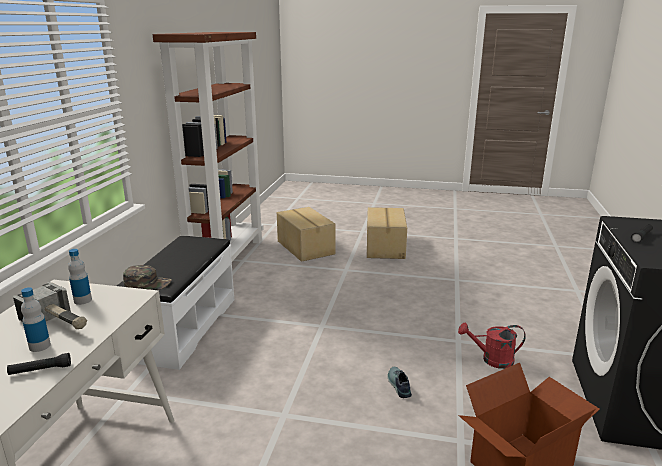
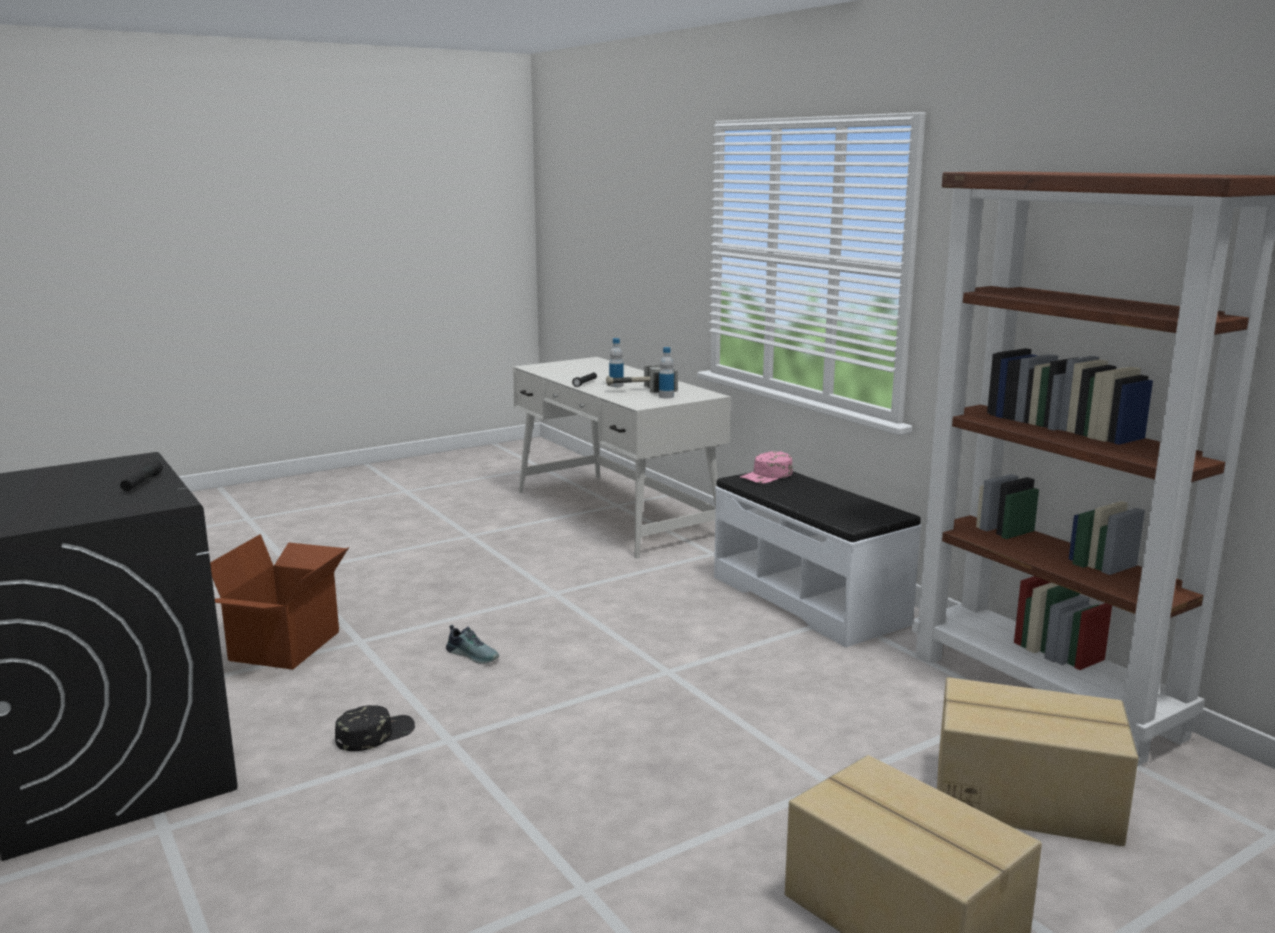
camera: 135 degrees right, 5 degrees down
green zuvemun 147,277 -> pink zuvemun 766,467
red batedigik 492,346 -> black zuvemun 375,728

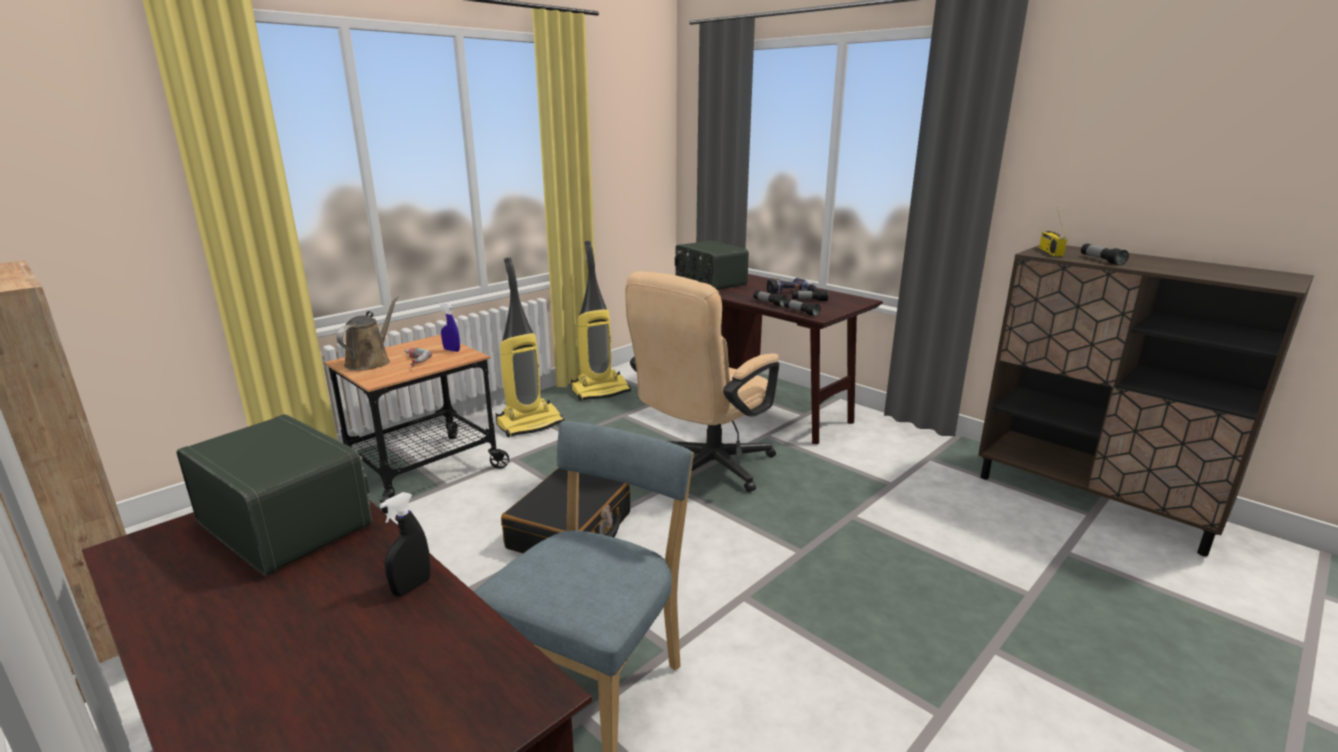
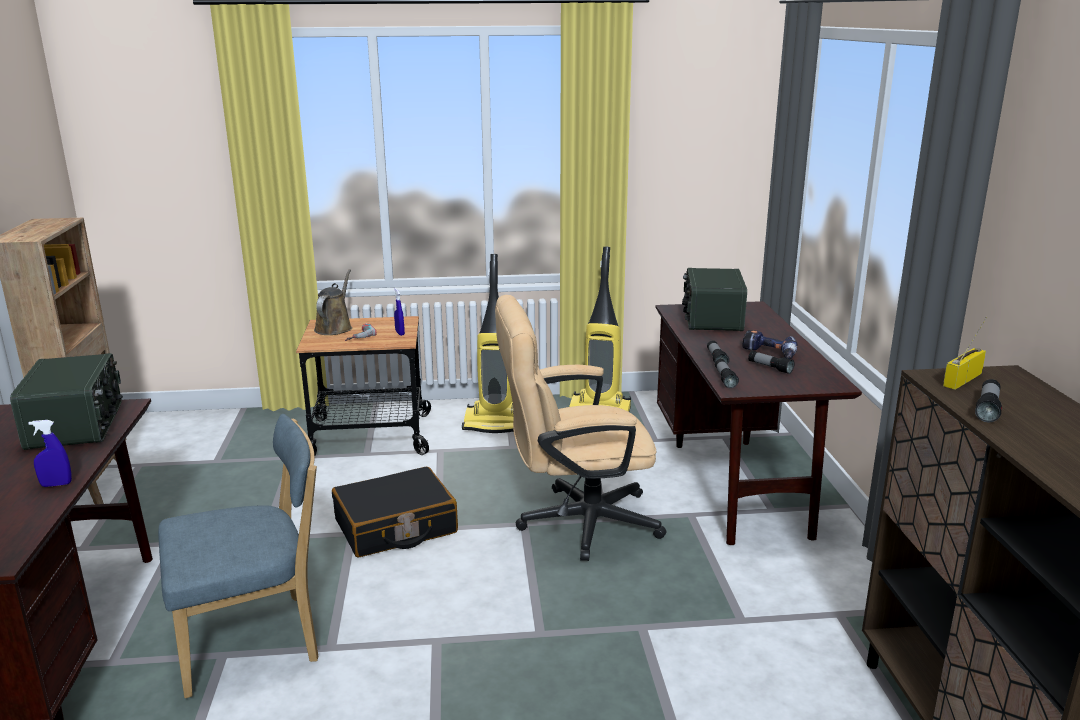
camera: 40 degrees right, 0 degrees up
brown batedigik 367,333 -> brown batedigik 333,302, 45 degrees counterclockwise
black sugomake 405,544 -> blue sugomake 50,453

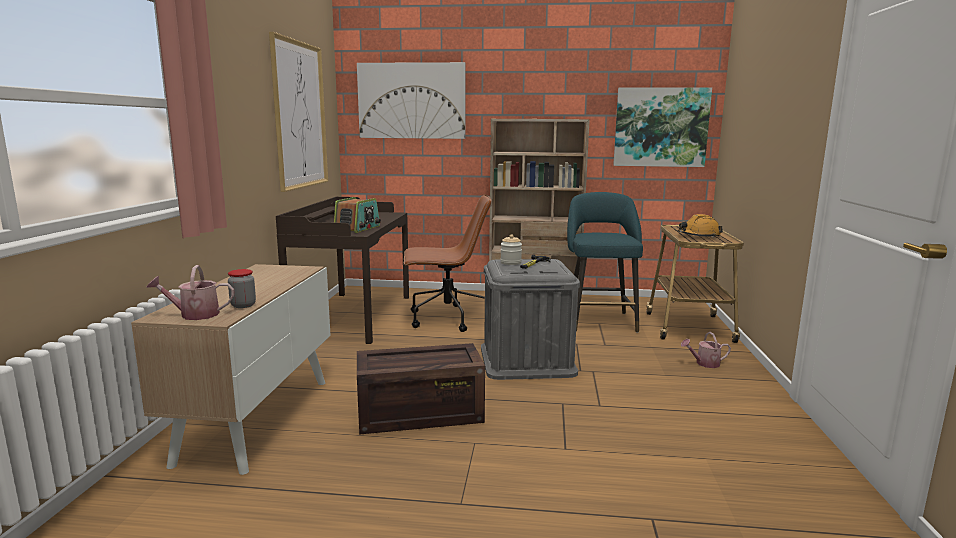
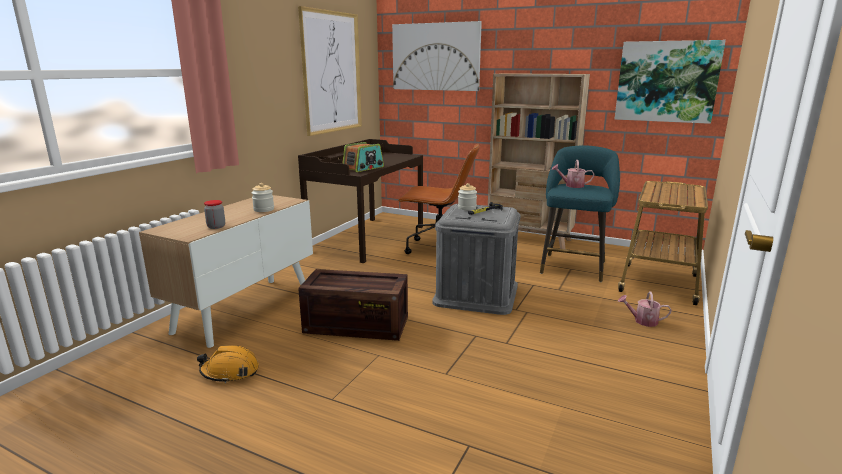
camera: 20 degrees right, 5 degrees up
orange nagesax 700,226 -> orange nagesax 228,364, relocated
batedigik 190,292 -> batedigik 573,174, relocated
none -> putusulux 263,197

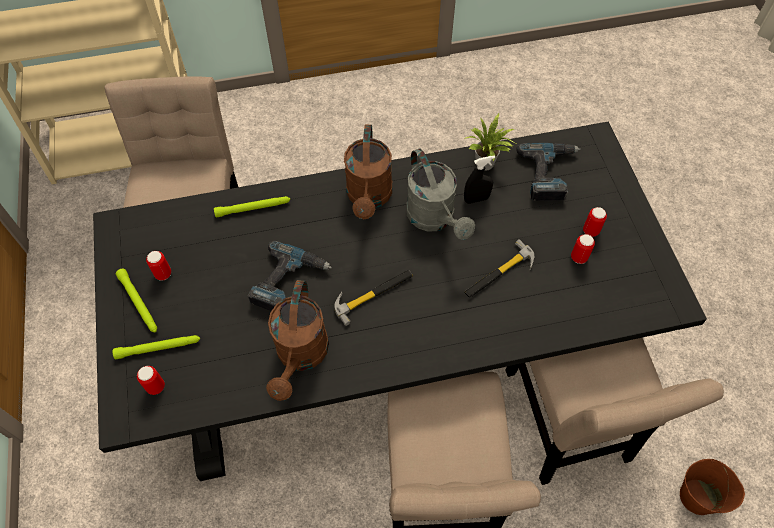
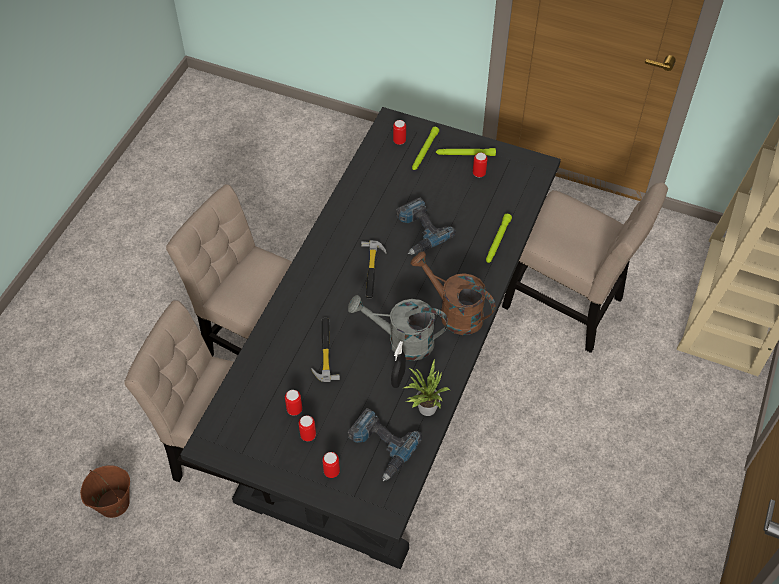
camera: 125 degrees right, 5 degrees down
brown batedigik 297,340 -> none
none -> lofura 331,465

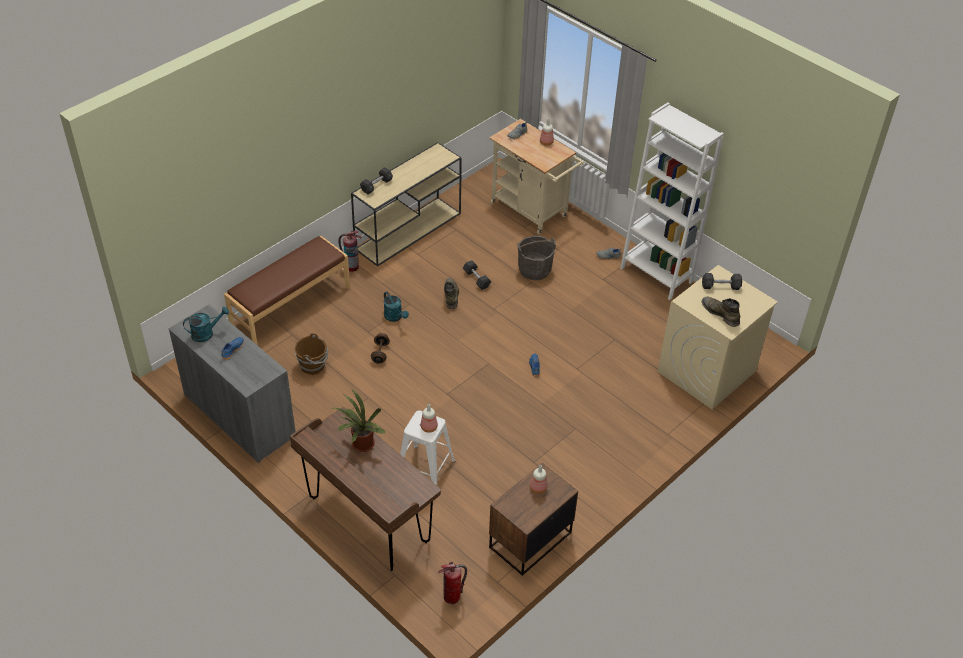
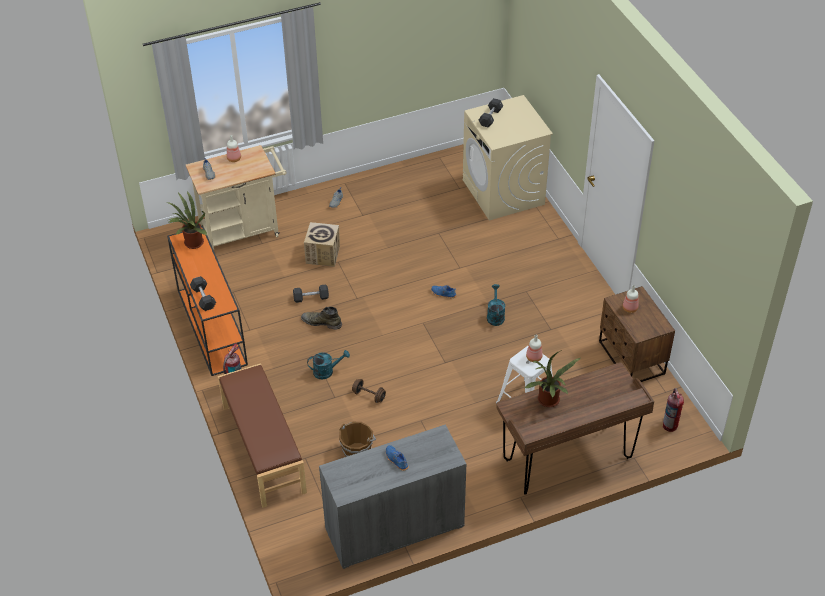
camera: 65 degrees left, 0 degrees up
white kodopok 672,201 -> none
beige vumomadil 406,204 -> orange vumomadil 207,301
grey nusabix 536,258 -> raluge 322,244
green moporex 721,312 -> none
turquoise batedigik 206,324 -> turquoise batedigik 496,305, relocated
none -> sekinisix 187,220

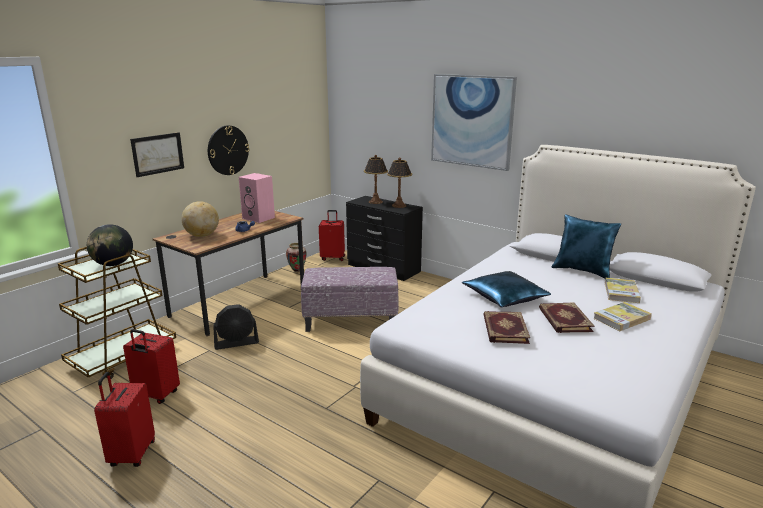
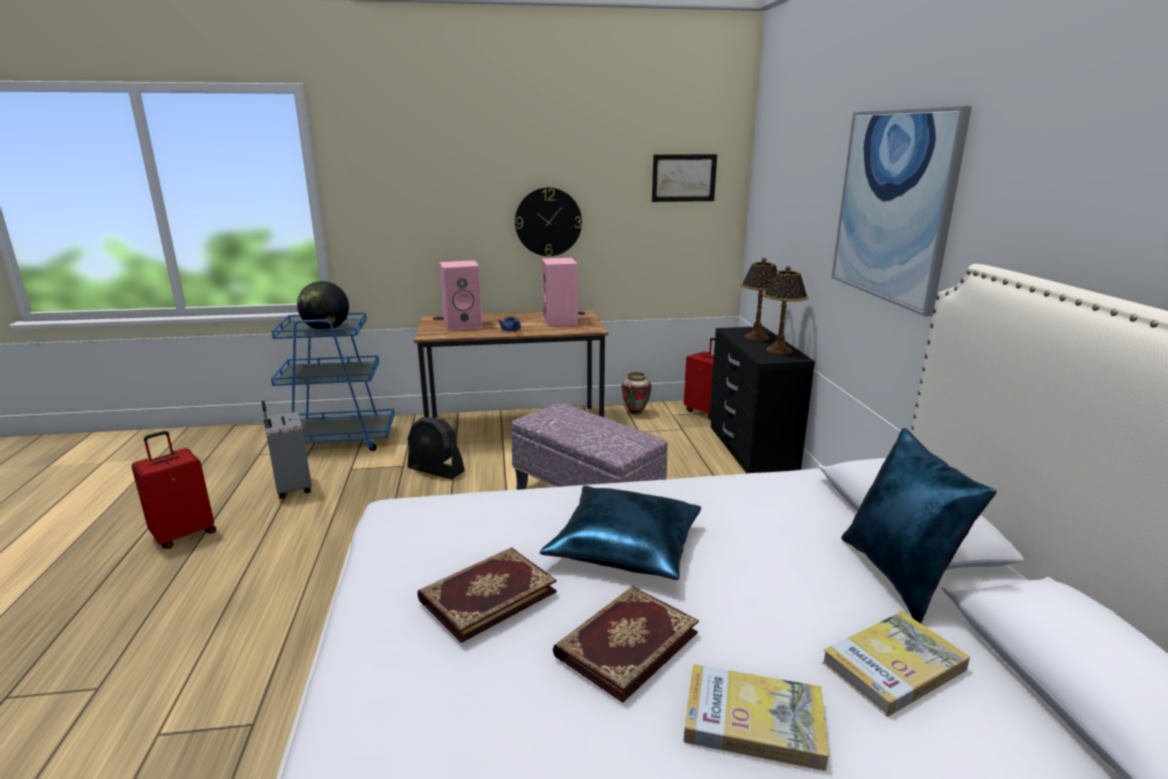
camera: 45 degrees right, 0 degrees up
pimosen 157,154 -> pimosen 684,178, relocated
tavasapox 200,219 -> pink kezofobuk 461,295
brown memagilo 117,313 -> blue memagilo 332,381
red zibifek 151,366 -> grey zibifek 286,450

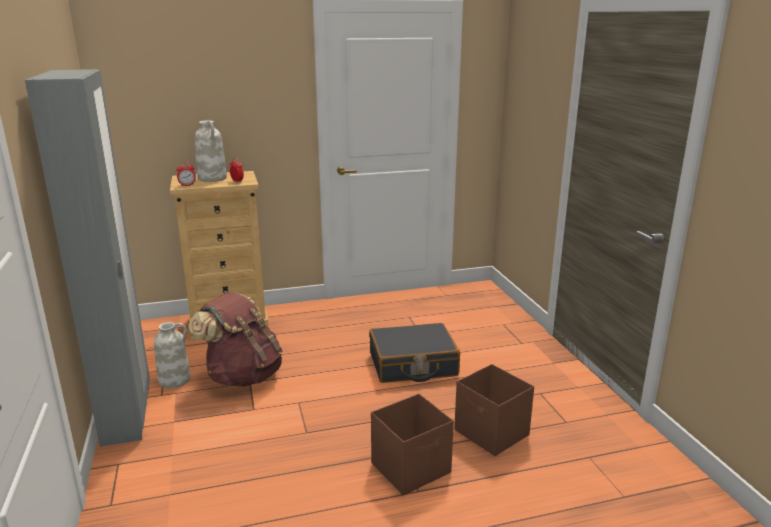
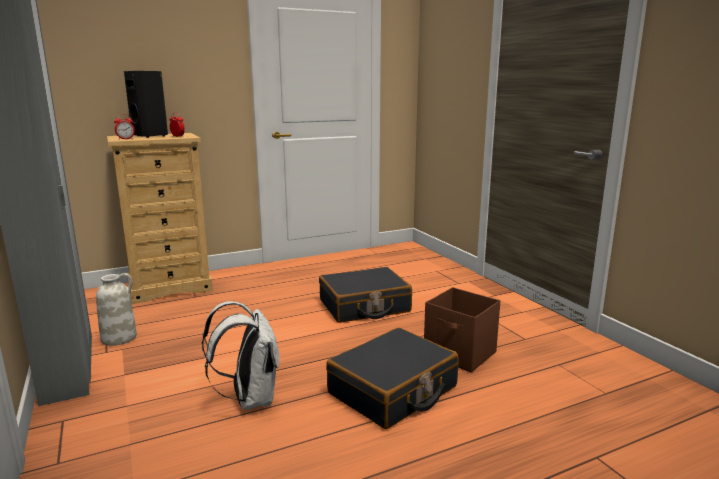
camera: 10 degrees left, 5 degrees down
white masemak 211,151 -> black kezofobuk 146,104
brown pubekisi 235,339 -> none
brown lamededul 412,444 -> black zibifek 392,378
none -> white pubekisi 241,355

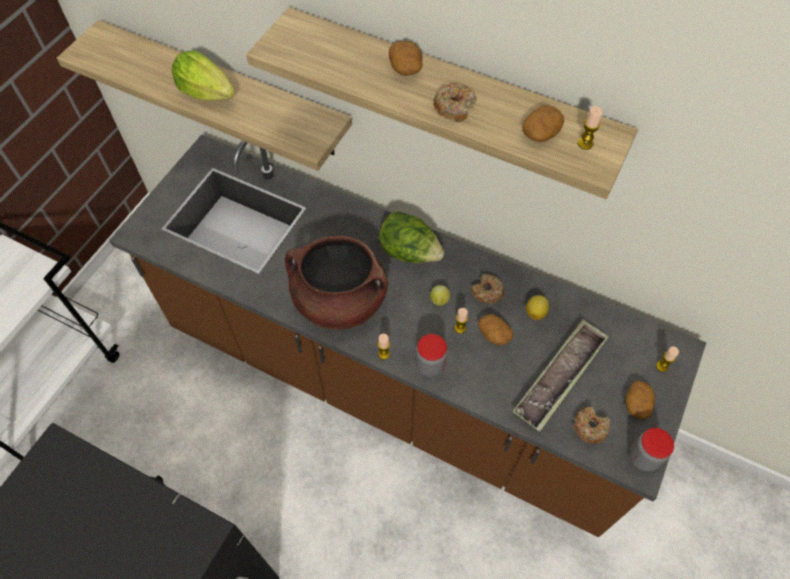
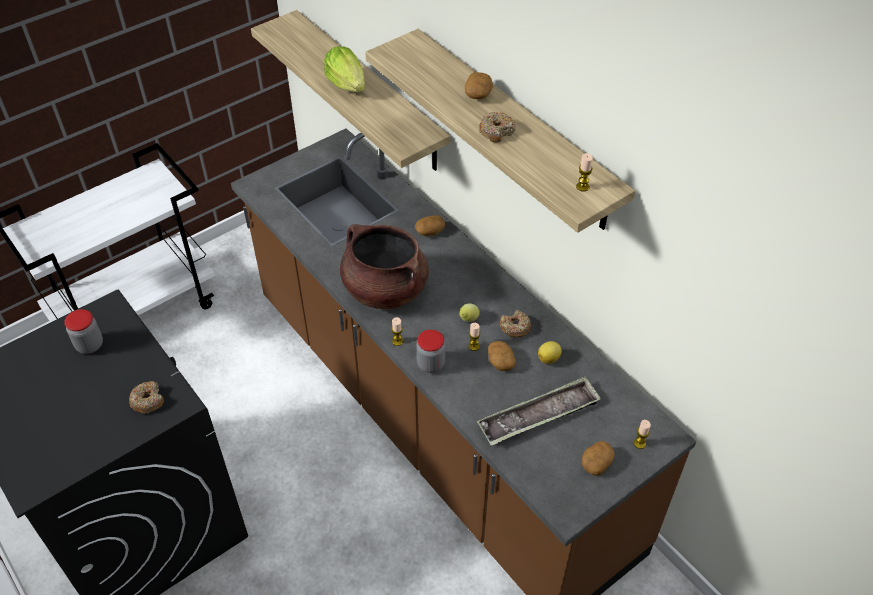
camera: 25 degrees right, 10 degrees down
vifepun 543,123 -> vifepun 430,225, relocated
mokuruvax 412,237 -> none
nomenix 592,425 -> nomenix 146,397, relocated
putusulux 651,449 -> putusulux 83,331, relocated

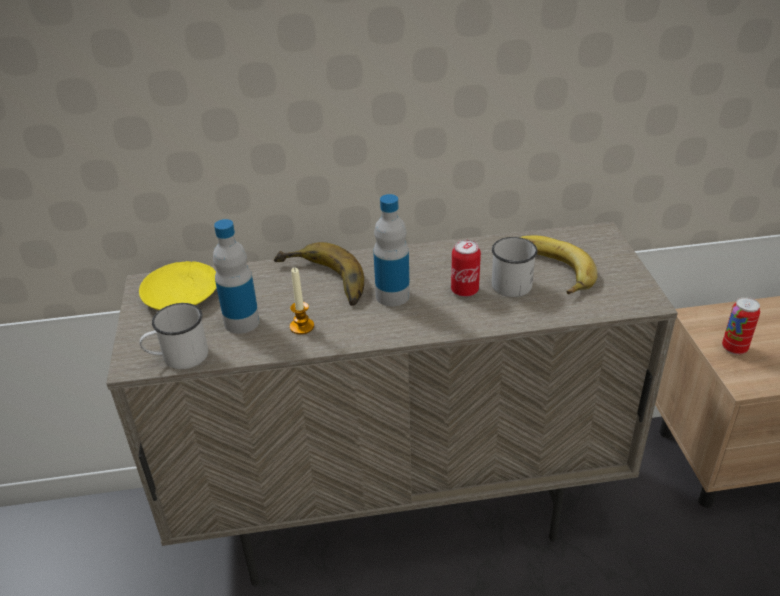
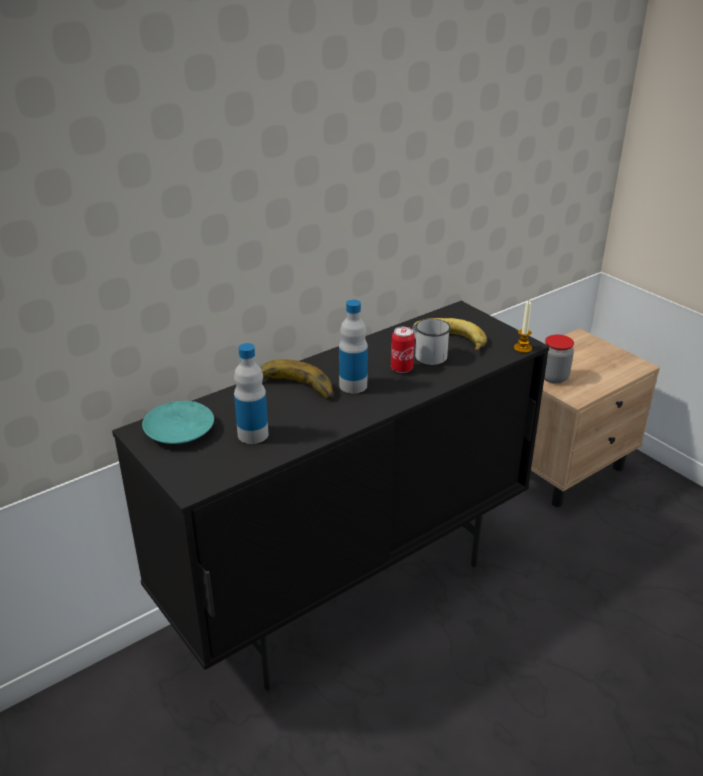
camera: 30 degrees left, 5 degrees down
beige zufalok 392,404 -> black zufalok 330,496
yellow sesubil 178,285 -> turquoise sesubil 178,422
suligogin 302,301 -> suligogin 523,327, relocated
lofura 741,326 -> putusulux 559,359
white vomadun 173,336 -> none

